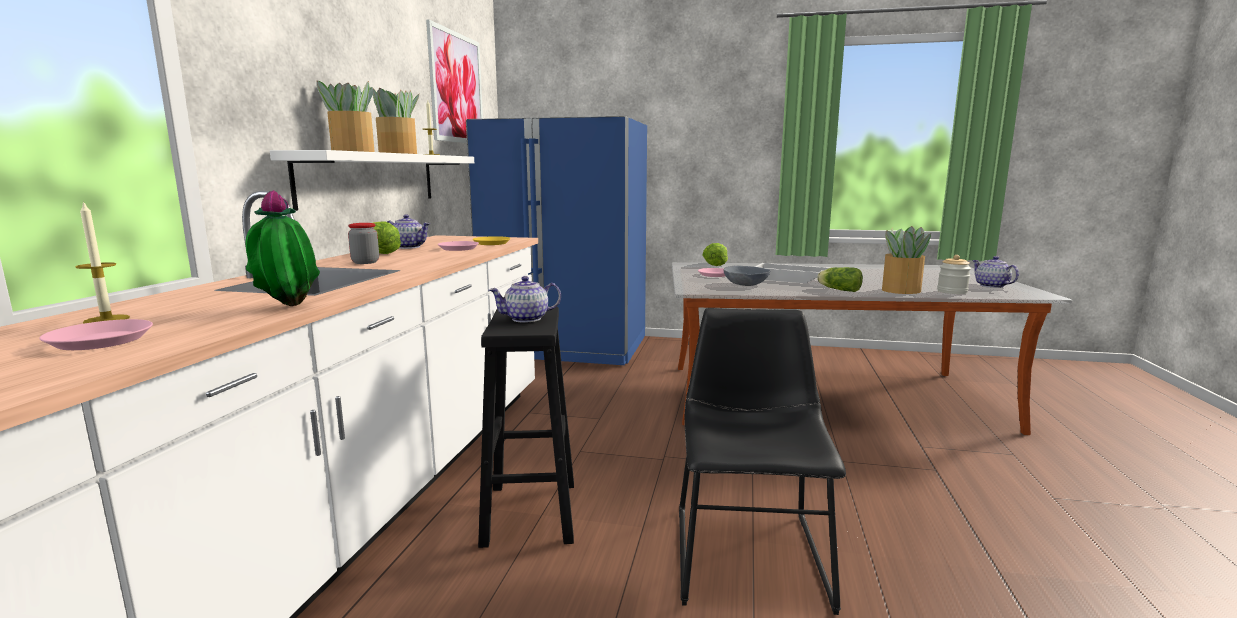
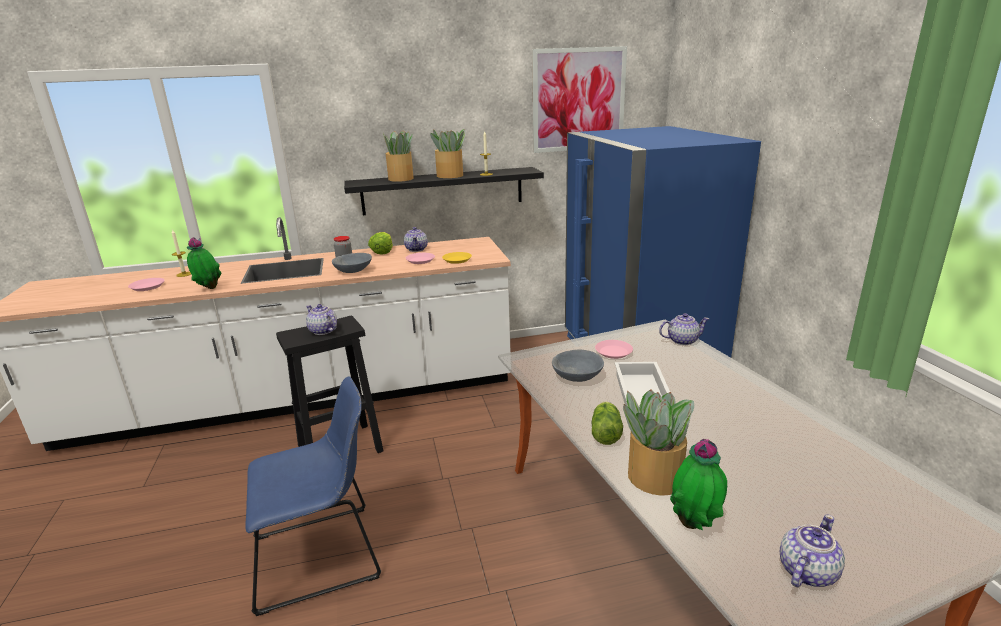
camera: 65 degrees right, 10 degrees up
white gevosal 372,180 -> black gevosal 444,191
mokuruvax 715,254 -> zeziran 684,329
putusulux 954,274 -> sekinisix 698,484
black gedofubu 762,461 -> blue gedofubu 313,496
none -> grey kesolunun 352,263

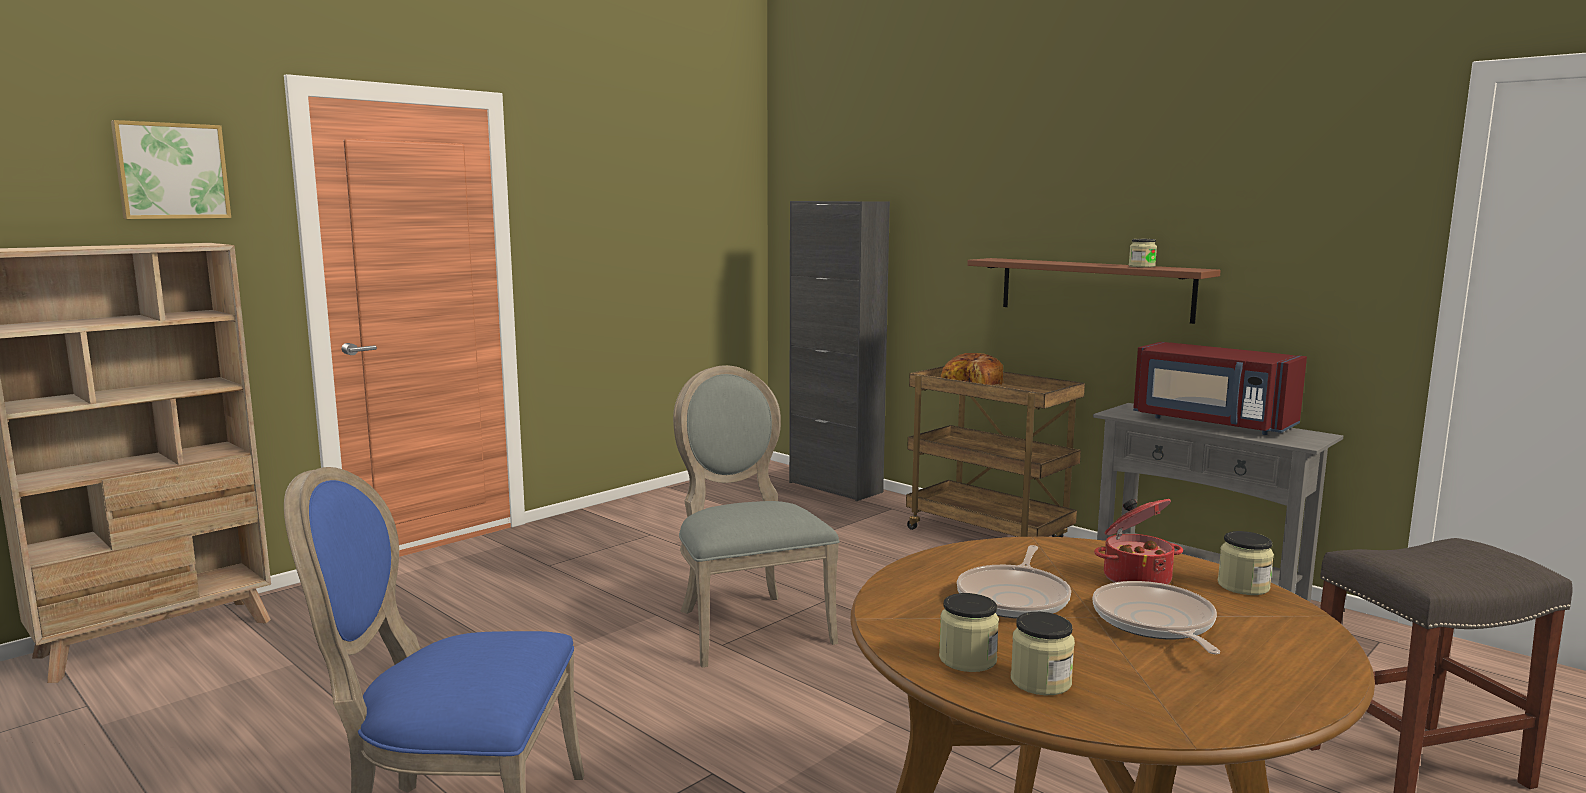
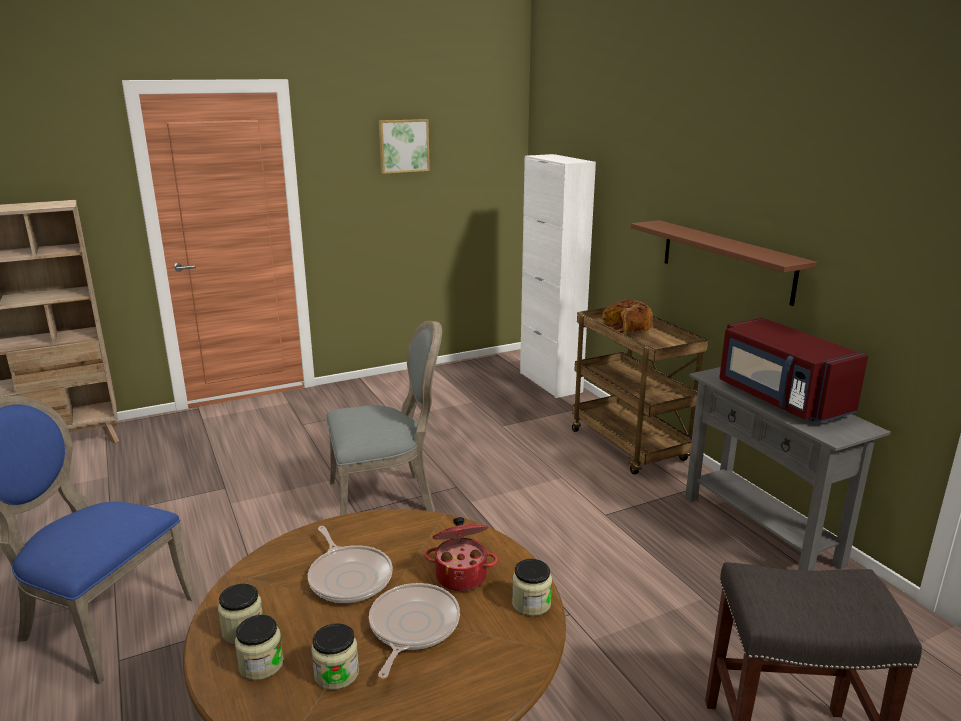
camera: 20 degrees right, 10 degrees up
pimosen 171,169 -> pimosen 404,146, relocated
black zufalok 839,351 -> white zufalok 558,276
putusulux 1143,253 -> putusulux 335,656, relocated
grey gedofubu 756,516 -> grey gedofubu 384,418, 75 degrees clockwise
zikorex 1014,582 -> zikorex 350,564, 75 degrees counterclockwise

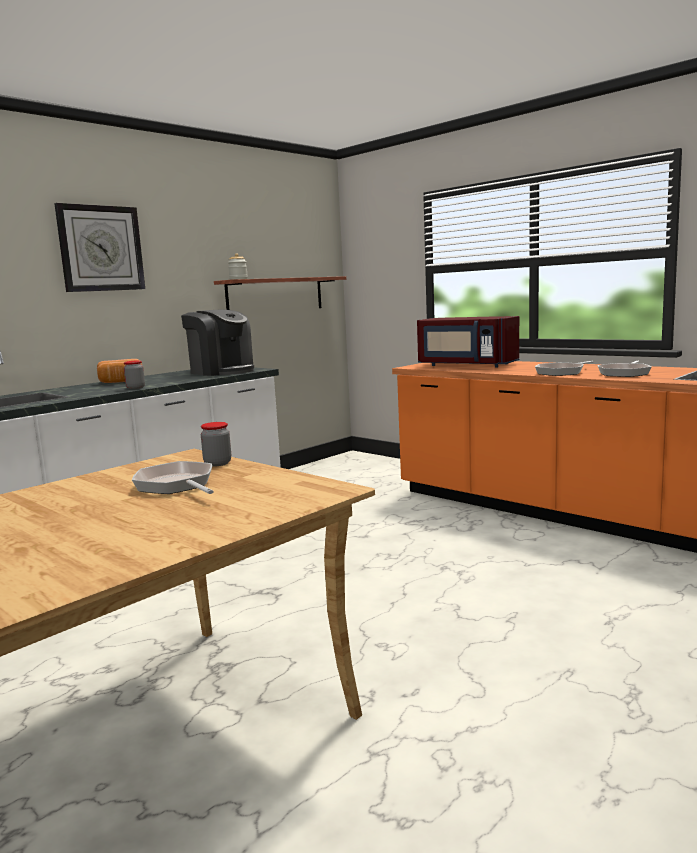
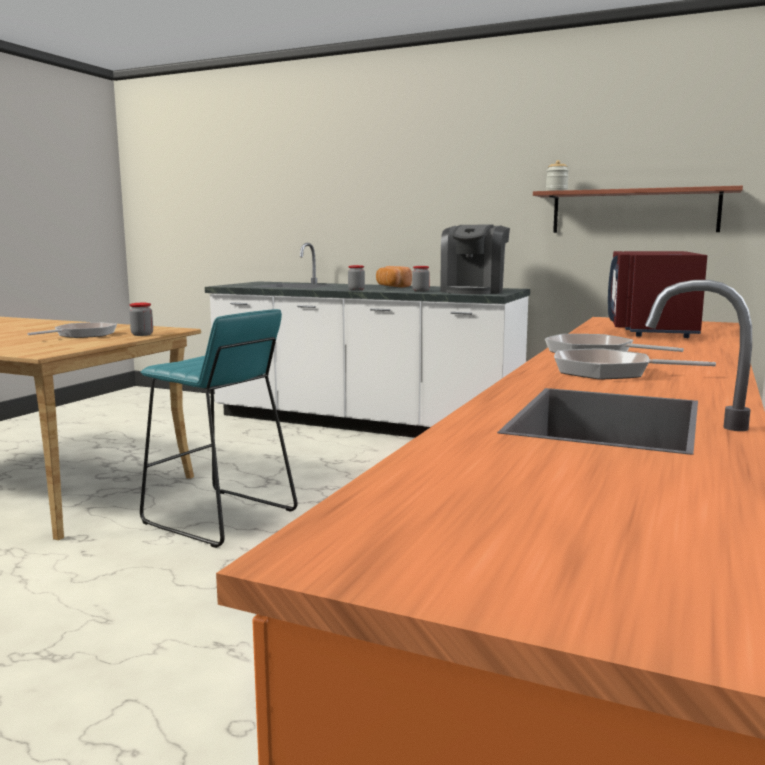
camera: 70 degrees right, 0 degrees up
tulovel 99,247 -> none
none -> putusulux 421,279
none -> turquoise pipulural 219,428

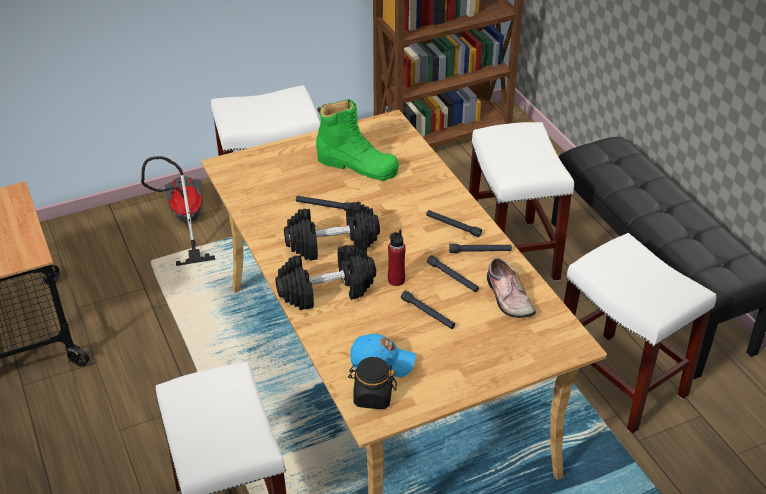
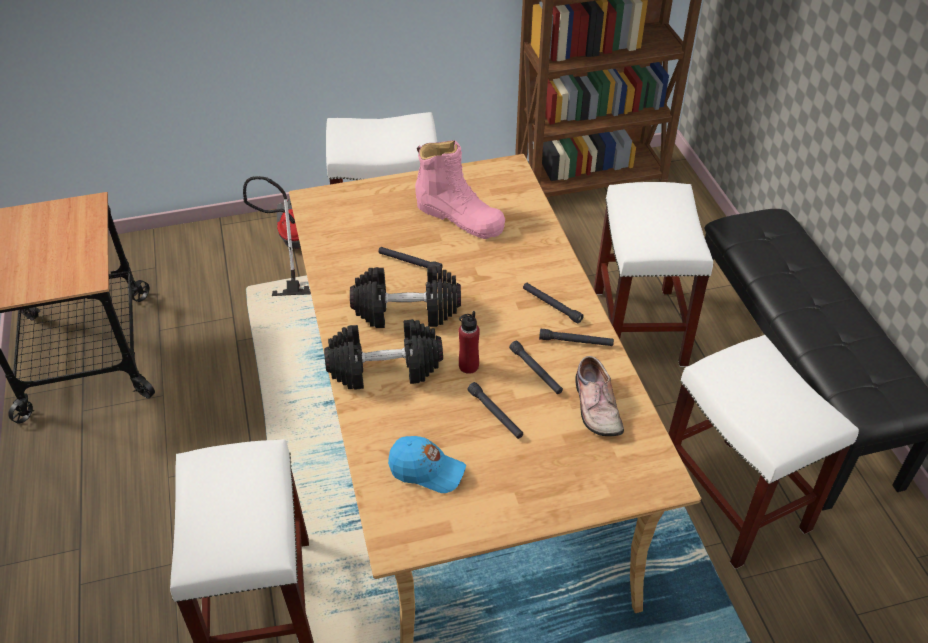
camera: 10 degrees right, 5 degrees up
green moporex 357,140 -> pink moporex 460,189
black putusulux 372,383 -> none

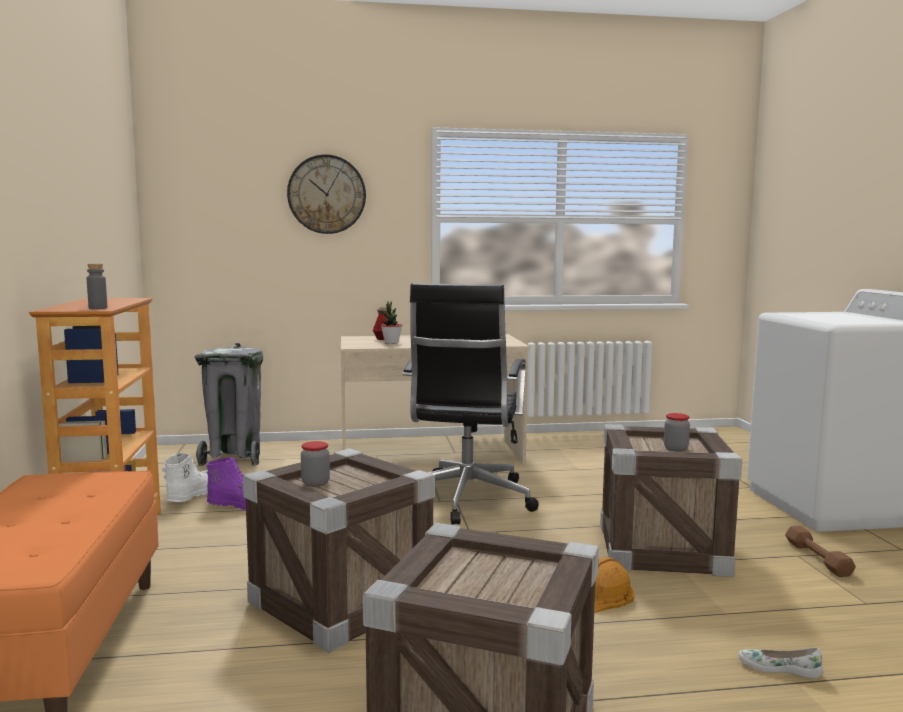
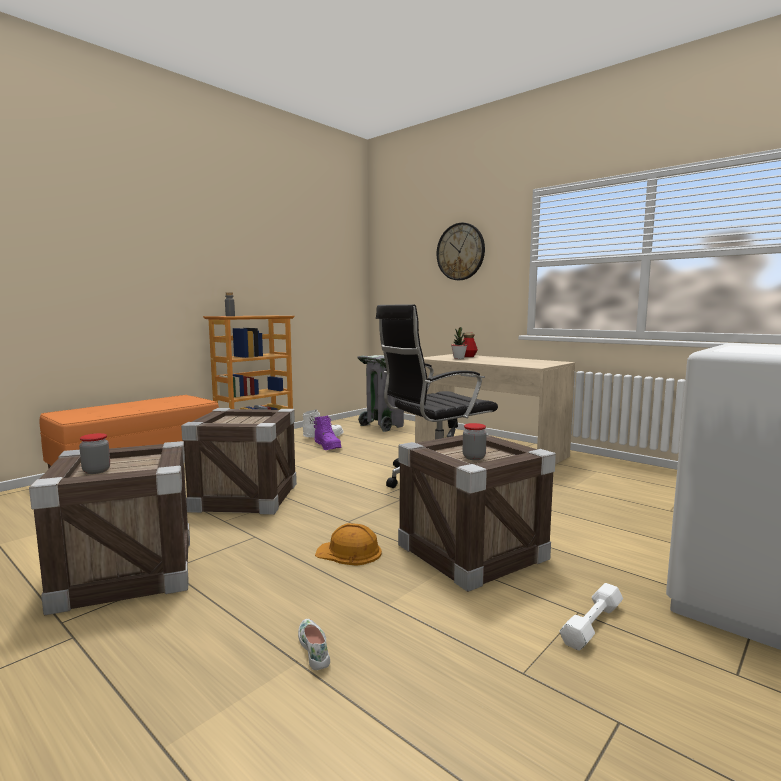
camera: 50 degrees right, 0 degrees up
putusulux 315,464 -> putusulux 94,453, relocated
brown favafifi 820,551 -> white favafifi 591,617

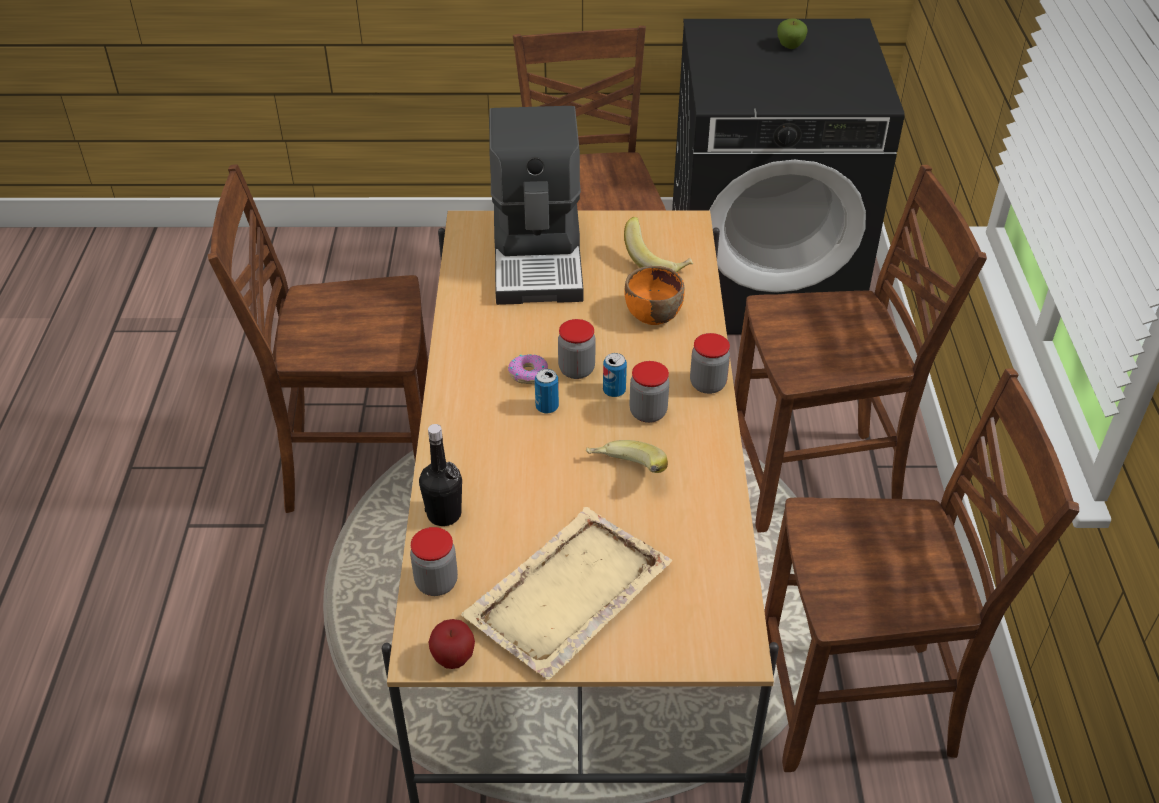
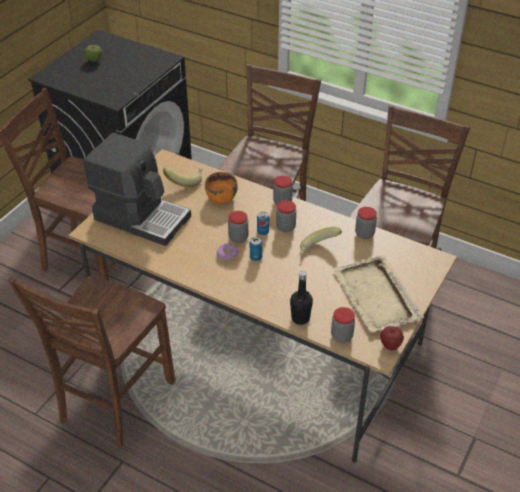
camera: 60 degrees left, 0 degrees up
none -> putusulux 366,223

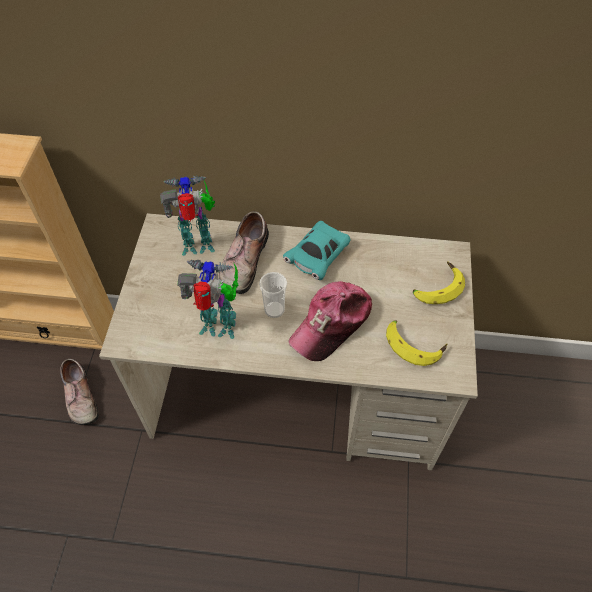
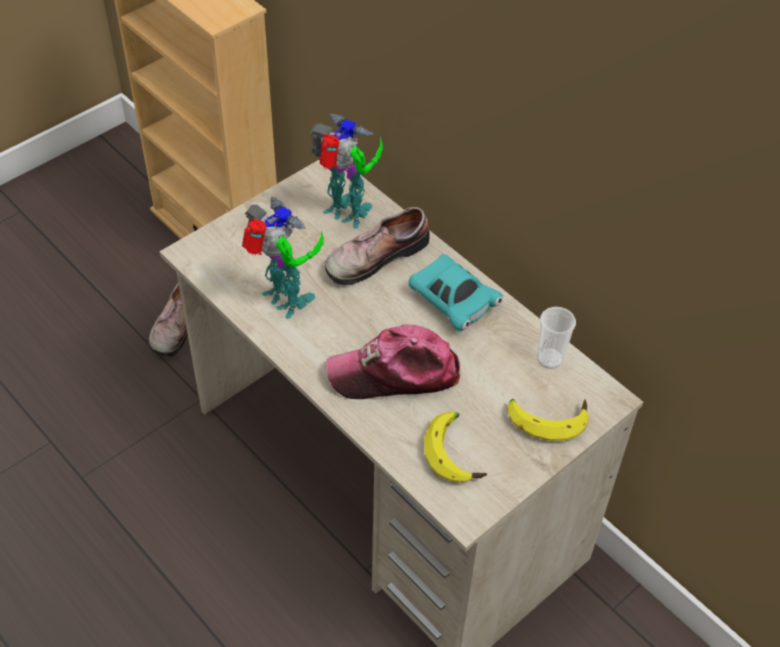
camera: 40 degrees right, 5 degrees down
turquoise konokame 316,250 -> turquoise konokame 456,292, 120 degrees counterclockwise
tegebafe 273,295 -> tegebafe 556,338, relocated

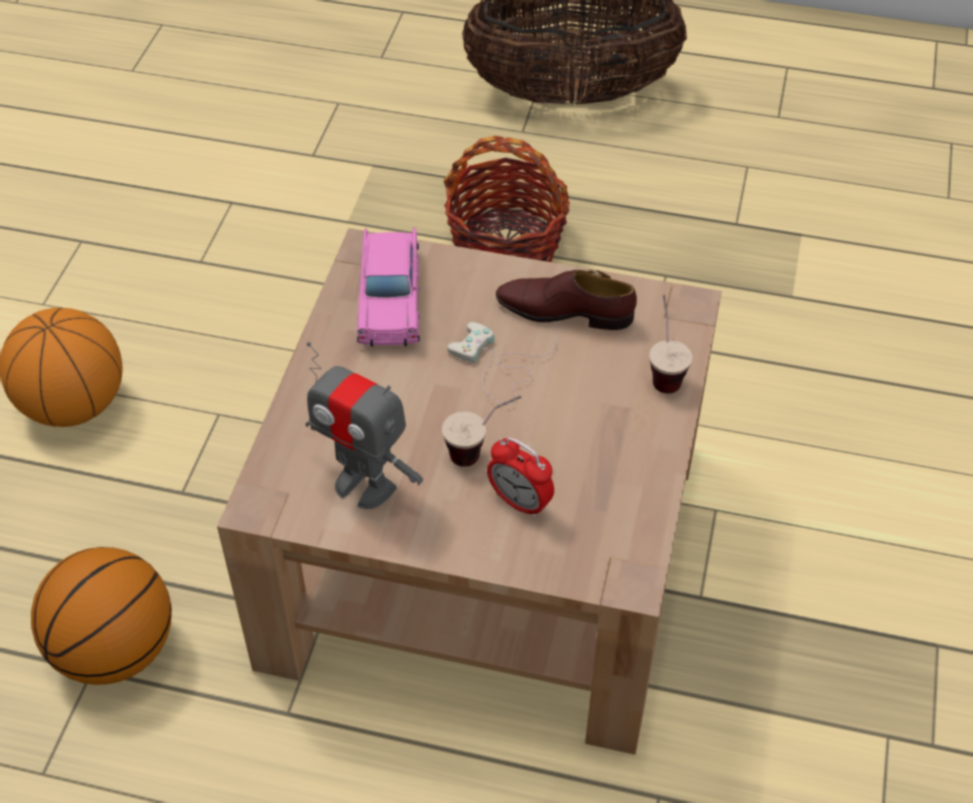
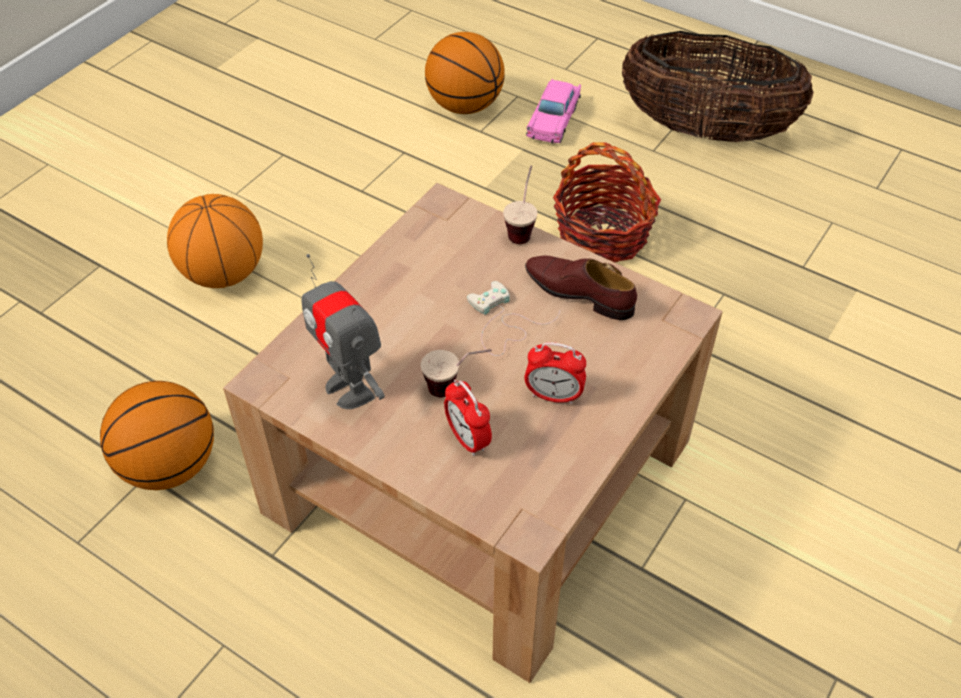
camera: 20 degrees right, 0 degrees up
pink konokame 388,287 -> pink konokame 553,111, relocated
tegebafe 671,344 -> tegebafe 520,205, relocated
none -> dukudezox 465,73
none -> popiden 555,373

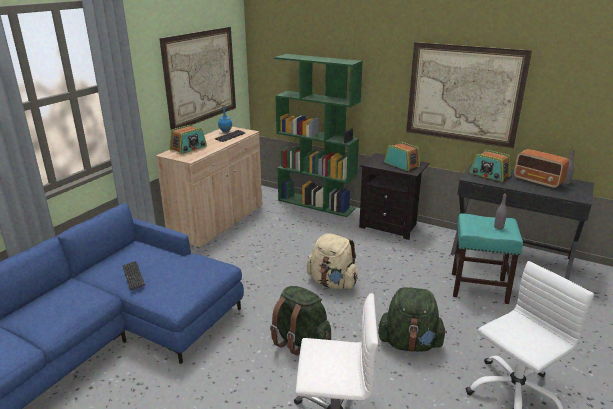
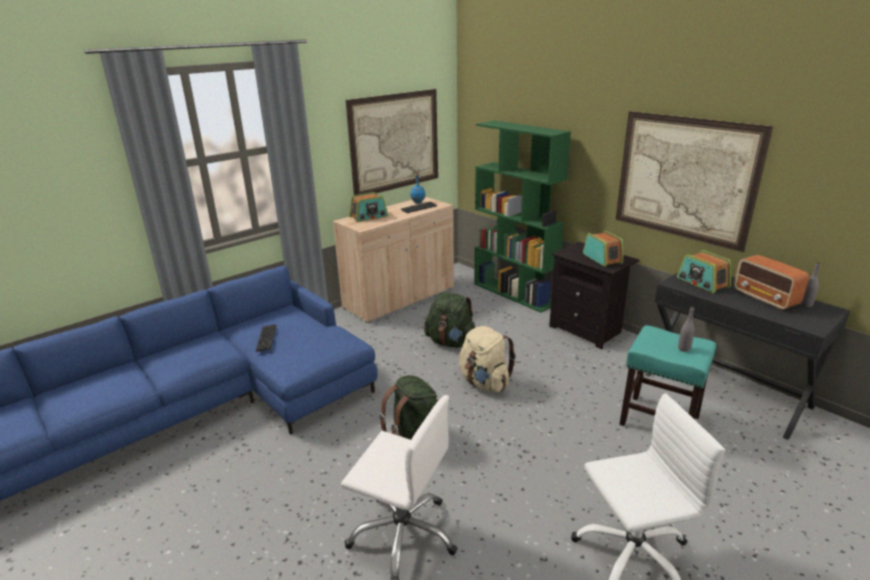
camera: 20 degrees right, 0 degrees up
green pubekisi 412,319 -> green pubekisi 449,320, relocated

